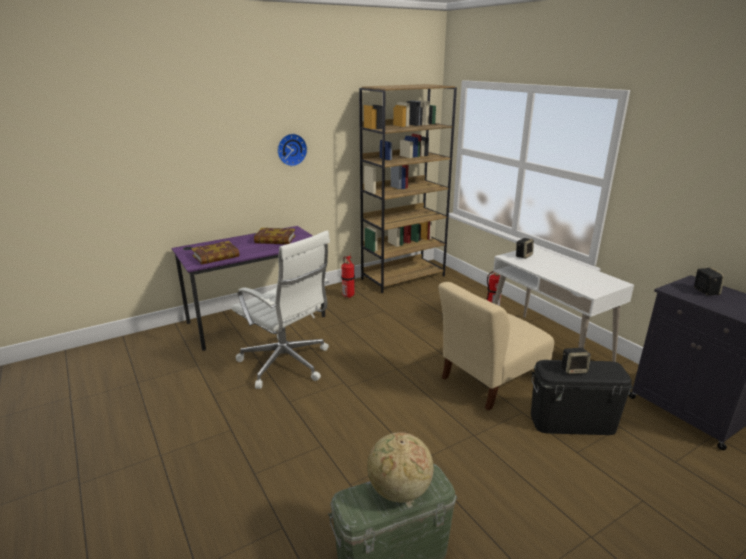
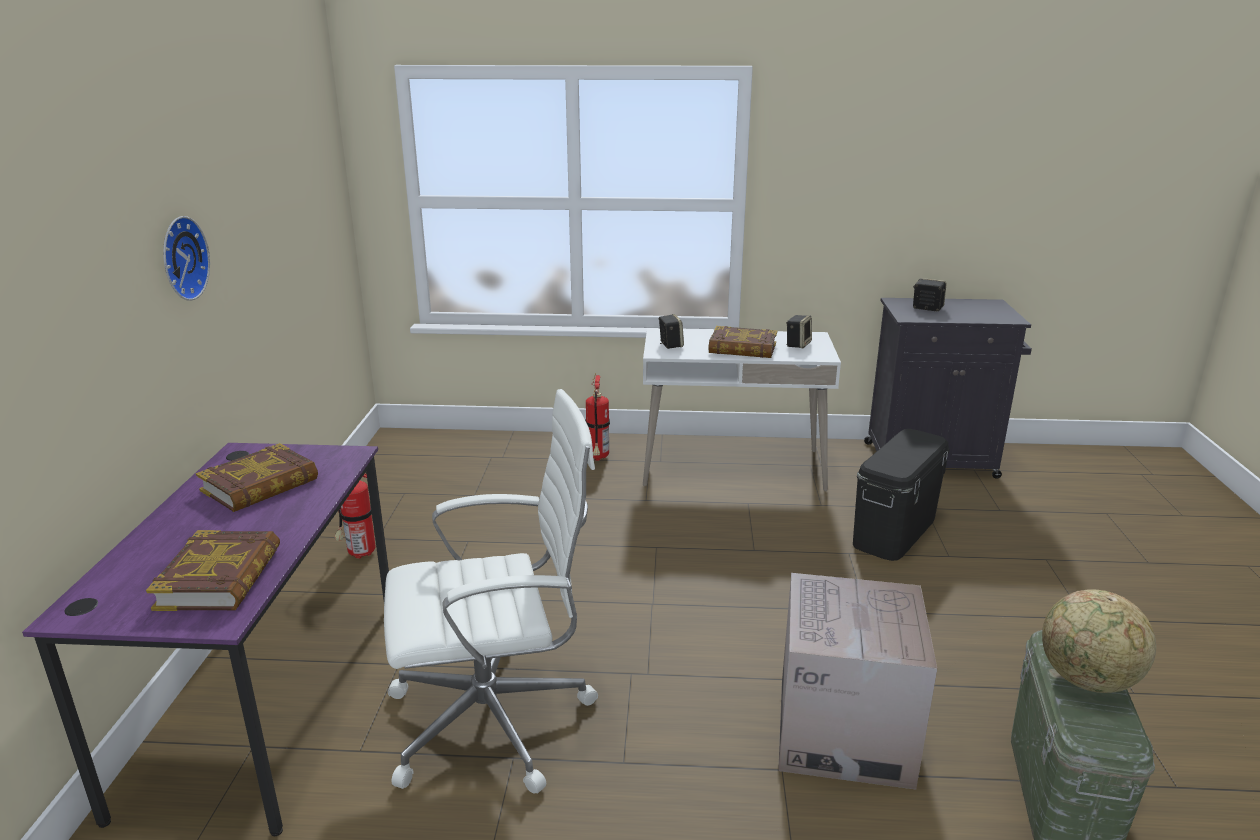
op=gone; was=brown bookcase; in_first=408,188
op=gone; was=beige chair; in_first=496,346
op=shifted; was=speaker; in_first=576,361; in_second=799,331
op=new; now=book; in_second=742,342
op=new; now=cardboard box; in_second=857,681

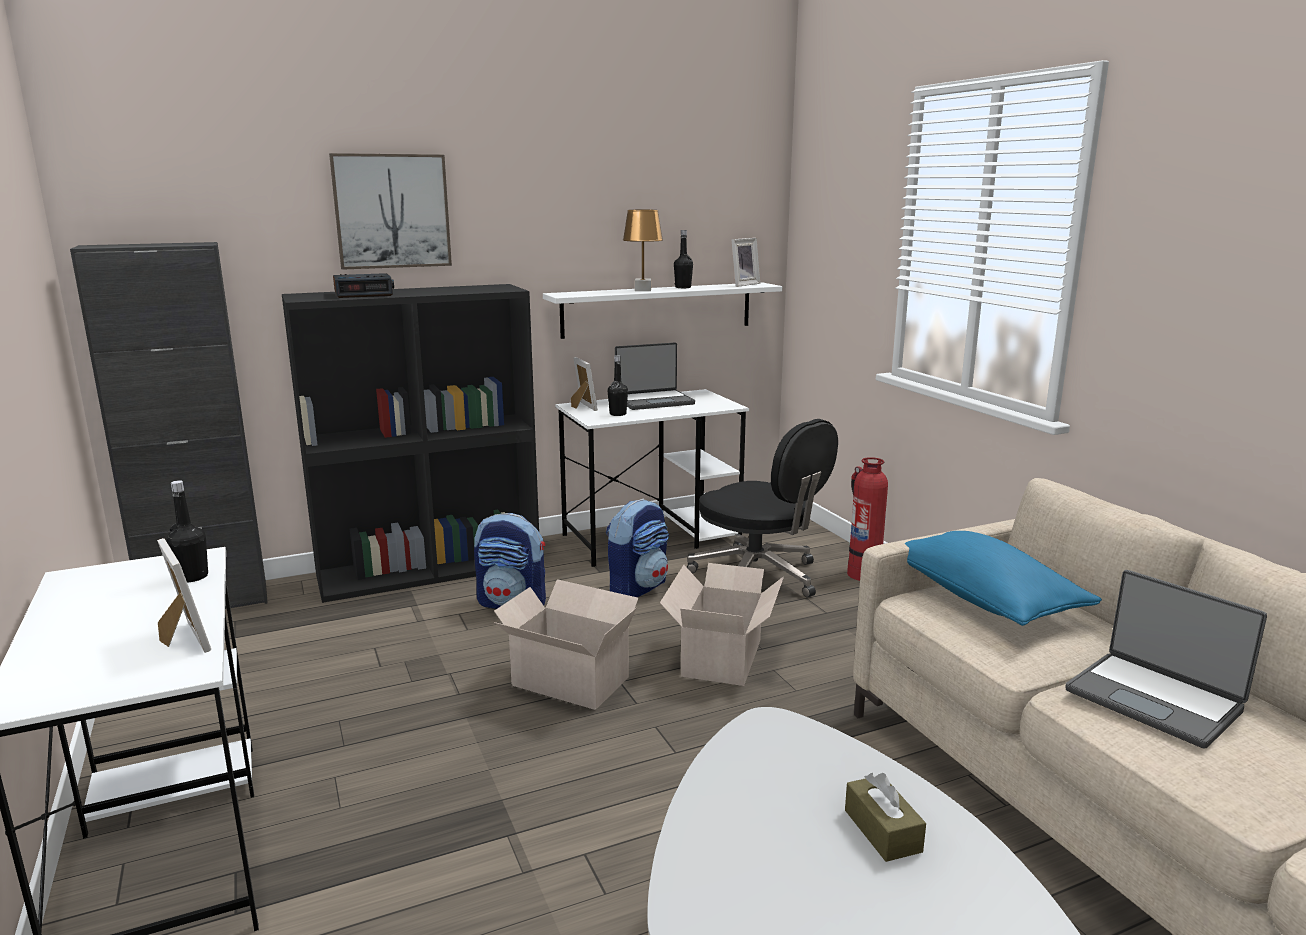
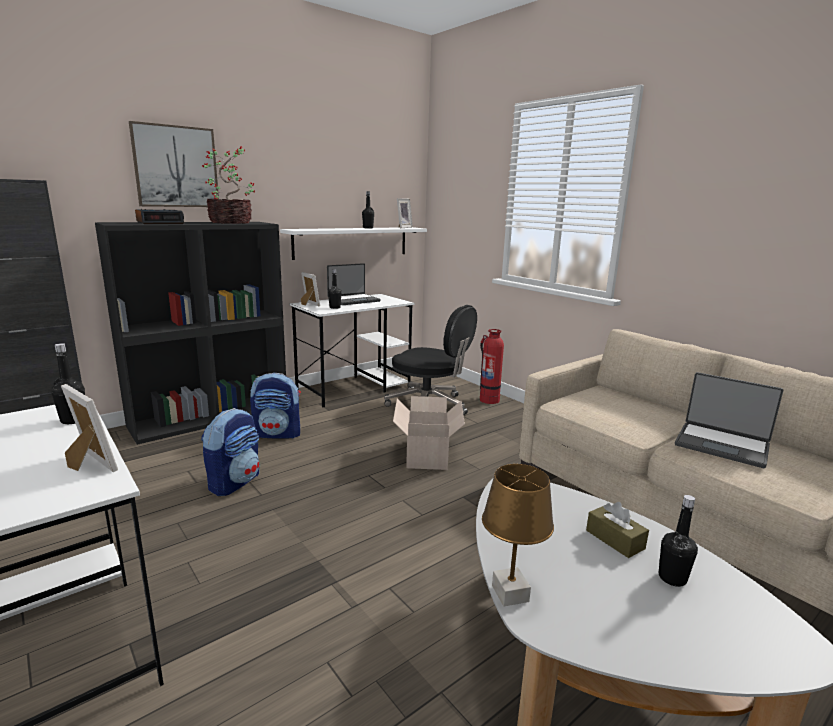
op=gone; was=cardboard box; in_first=566,644
op=shifted; was=backpack; in_first=637,548; in_second=230,452
op=shifted; was=brown table lamp; in_first=643,250; in_second=518,535
op=gone; was=blue pillow; in_first=1003,578
op=new; now=potted plant; in_second=228,185
op=new; now=black bottle; in_second=678,541

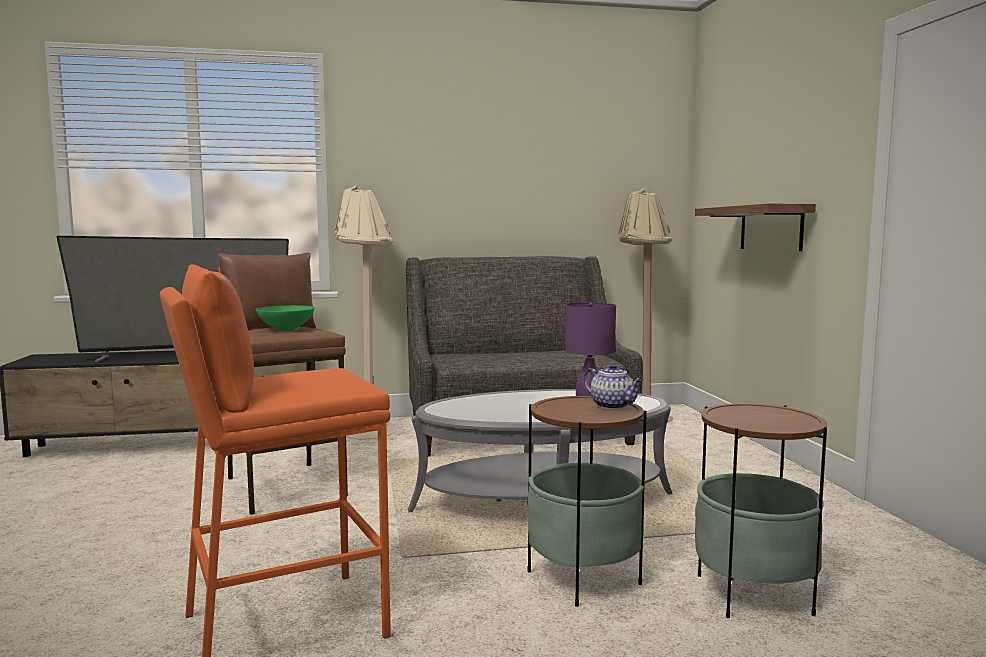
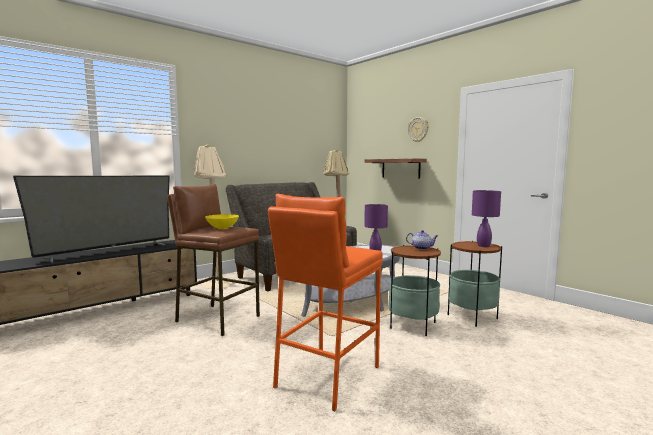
op=repainted; was=green bowl; now=yellow bowl; in_first=285,318; in_second=222,221
op=new; now=wall clock; in_second=418,129
op=new; now=purple table lamp; in_second=486,218

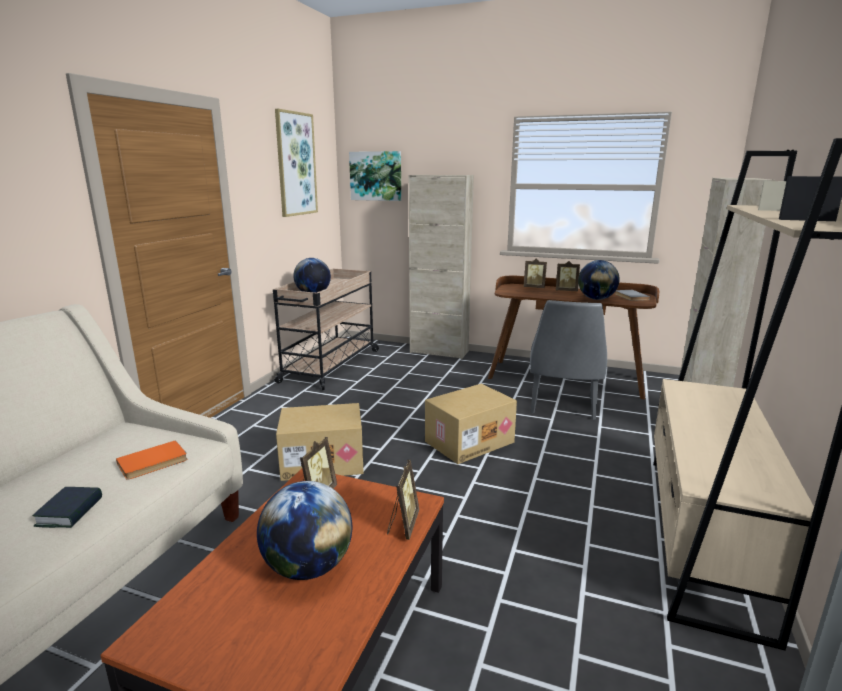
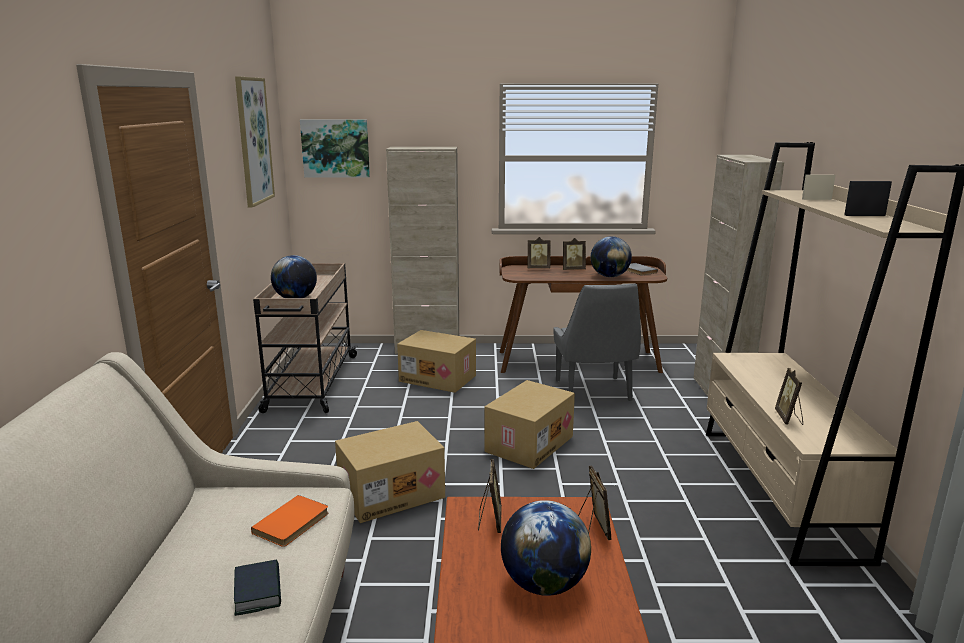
op=new; now=cardboard box; in_second=436,361
op=new; now=picture frame; in_second=789,396

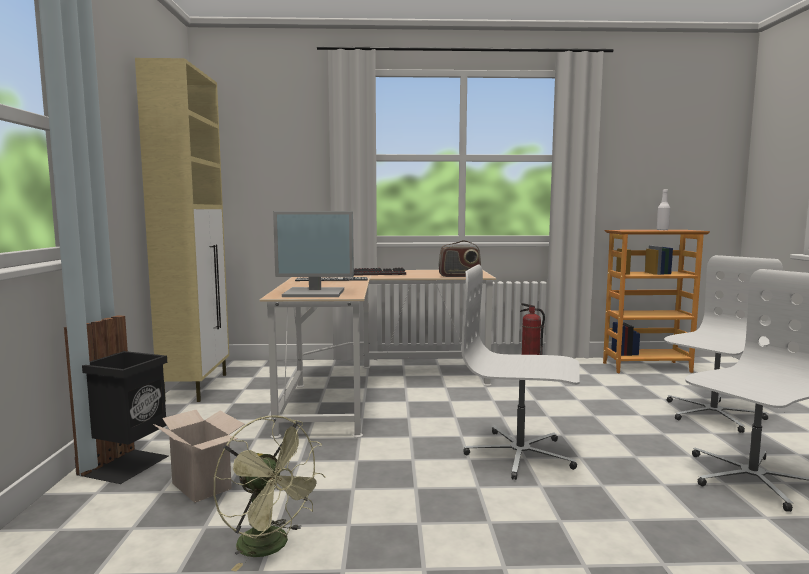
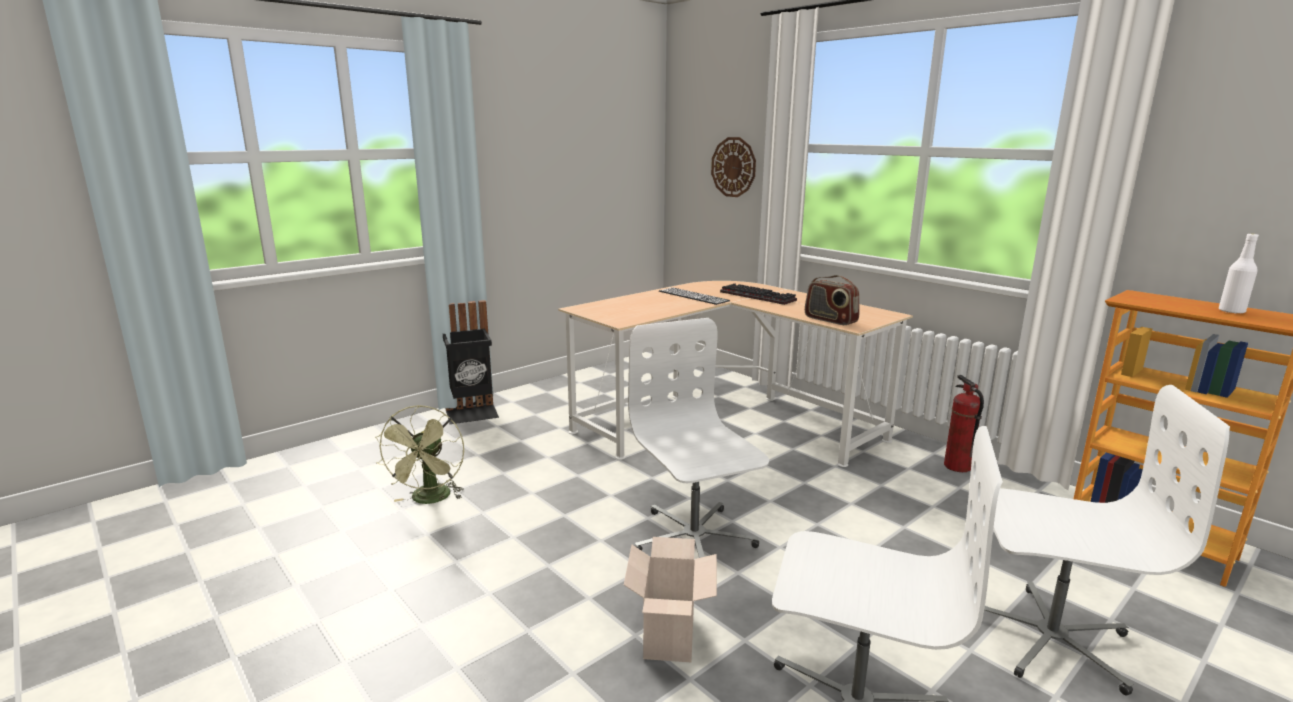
op=gone; was=beige cabinet; in_first=182,230
op=shifted; was=cardboard box; in_first=199,456; in_second=670,599
op=gone; was=monitor; in_first=313,254
op=new; now=wall clock; in_second=733,167

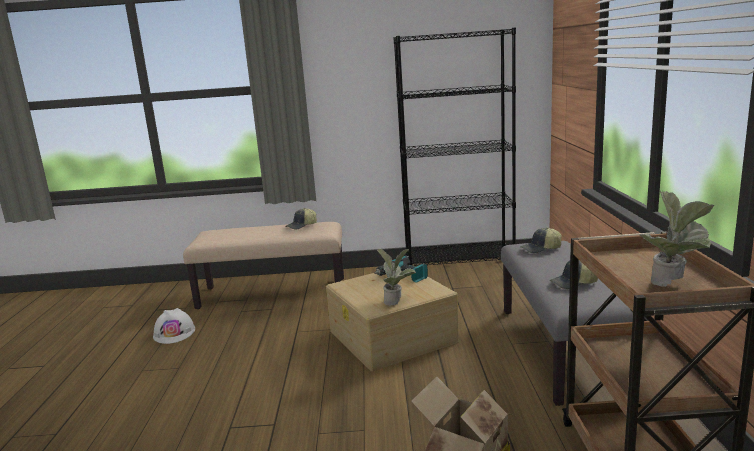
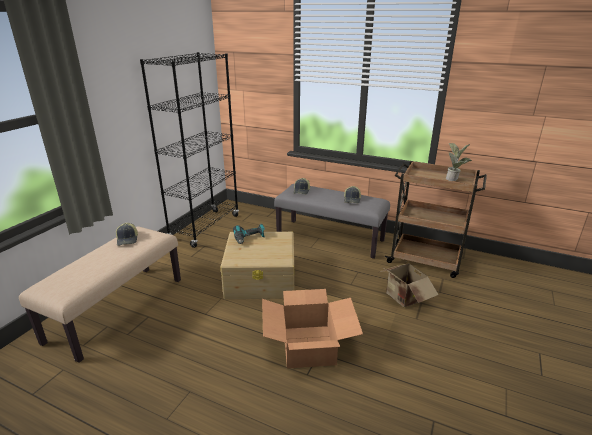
op=gone; was=white hard hat; in_first=174,326
op=gone; was=potted plant; in_first=396,277
op=new; now=cardboard box; in_second=312,329

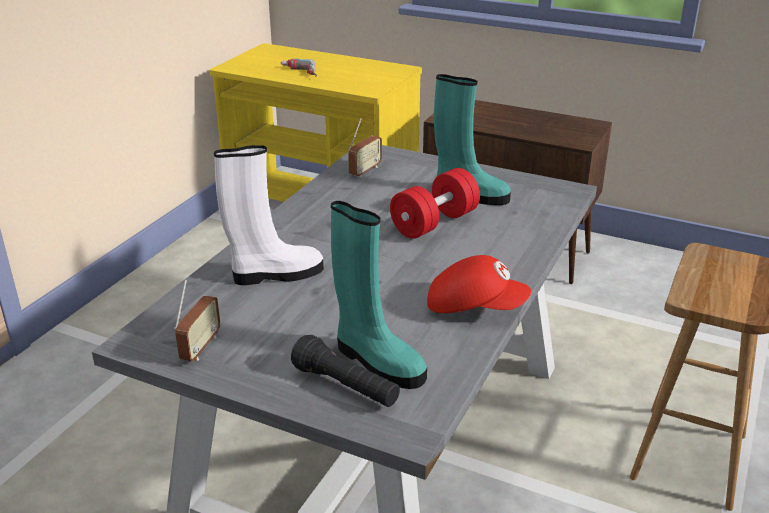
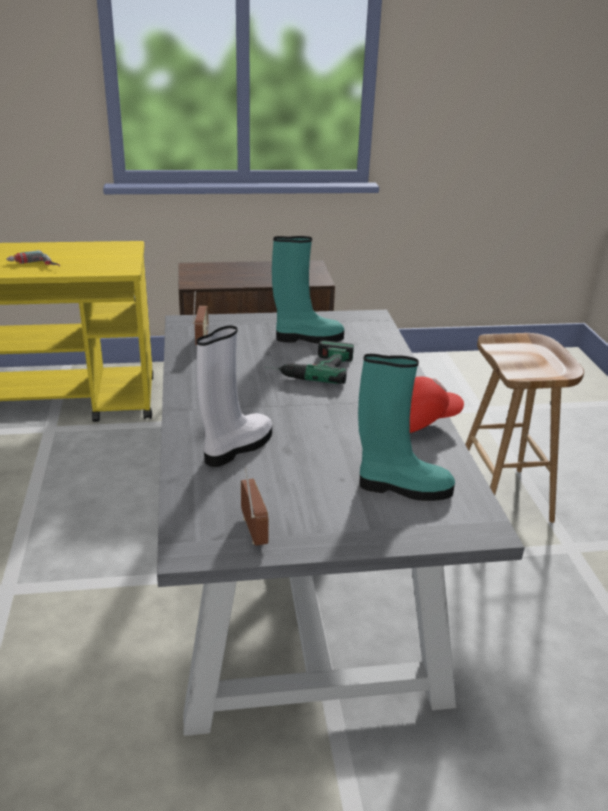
op=gone; was=black flashlight; in_first=345,371
op=swapped; was=red dumbbell; now=power drill; in_first=435,203; in_second=309,362

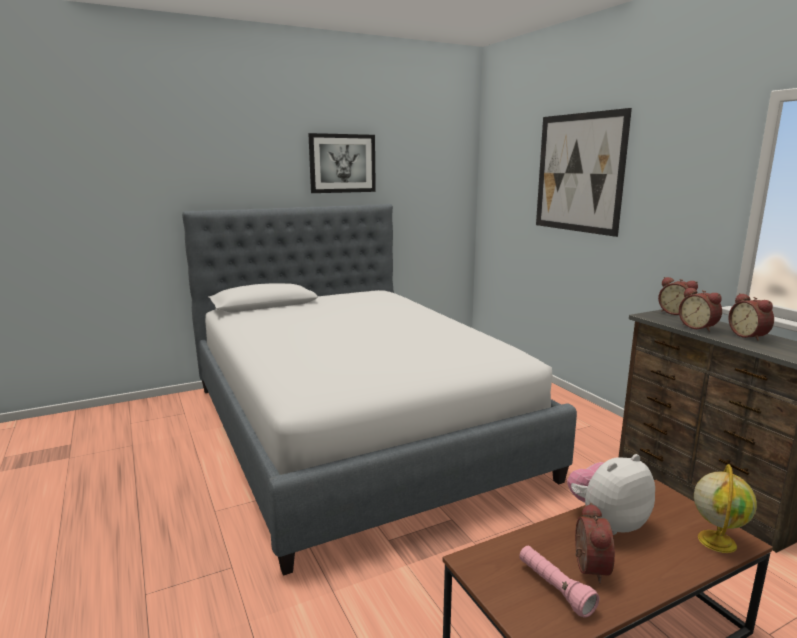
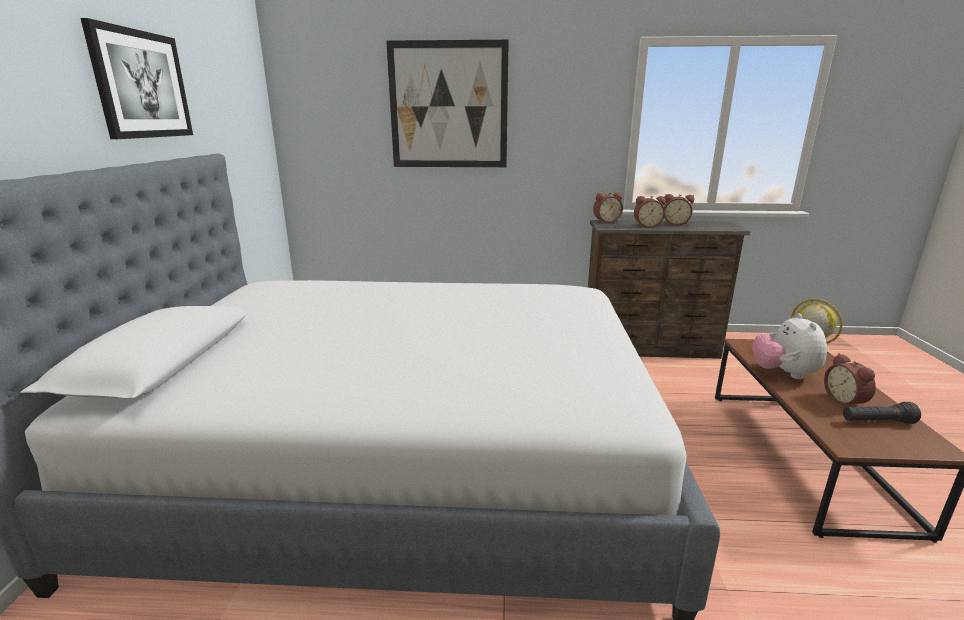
op=repainted; was=pink flashlight; now=black flashlight; in_first=559,582; in_second=882,413
op=rotated; was=alarm clock; in_first=595,543; in_second=850,380; clockwise=-135

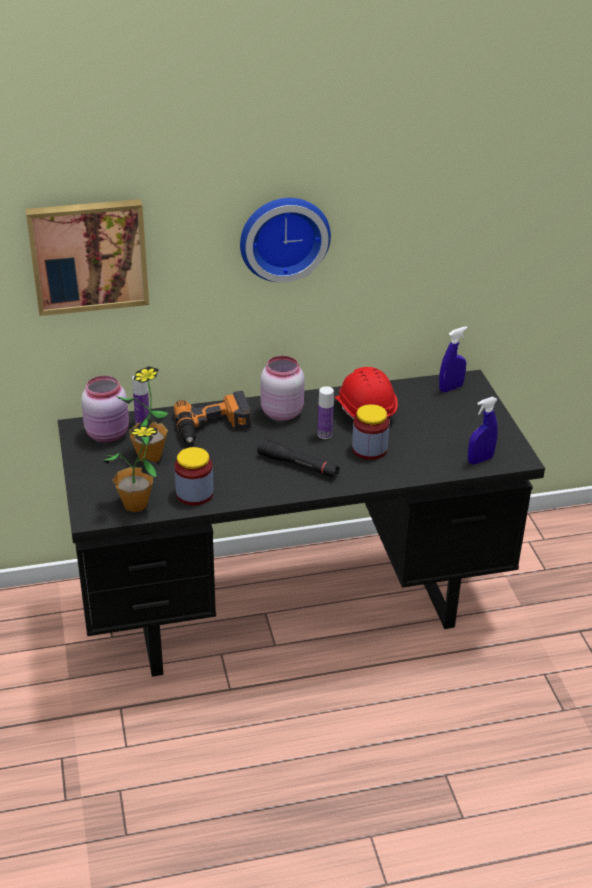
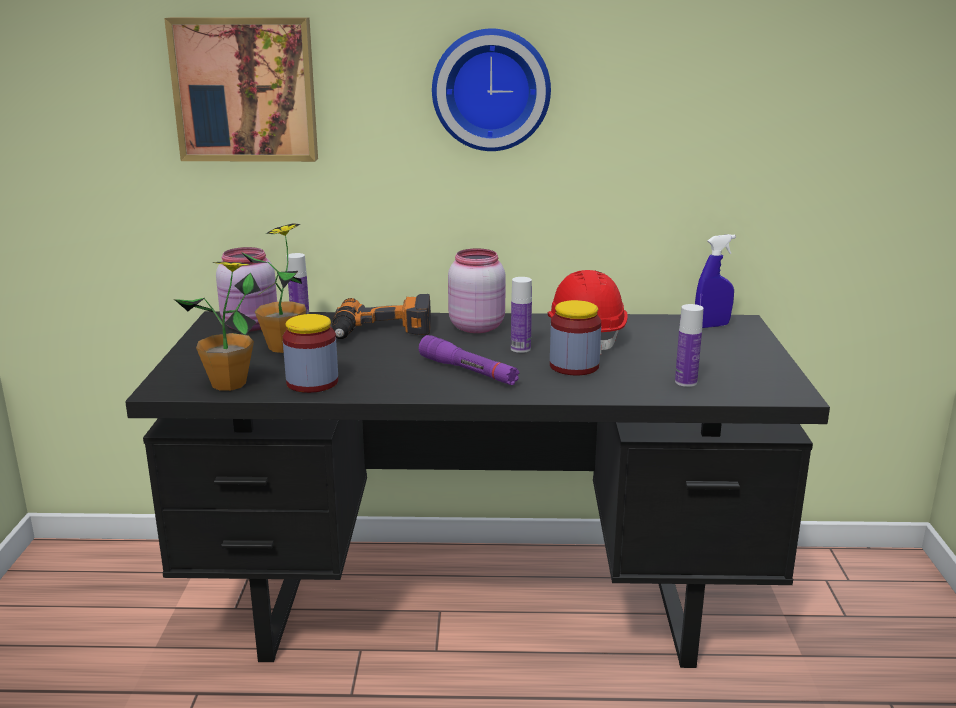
op=repainted; was=black flashlight; now=purple flashlight; in_first=298,458; in_second=469,360
op=gone; was=blue spray bottle; in_first=483,430
op=new; now=bottle; in_second=689,345

